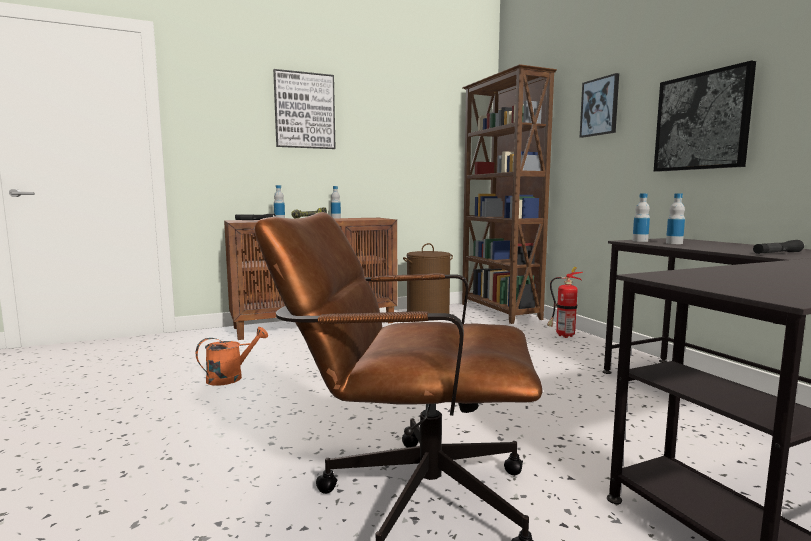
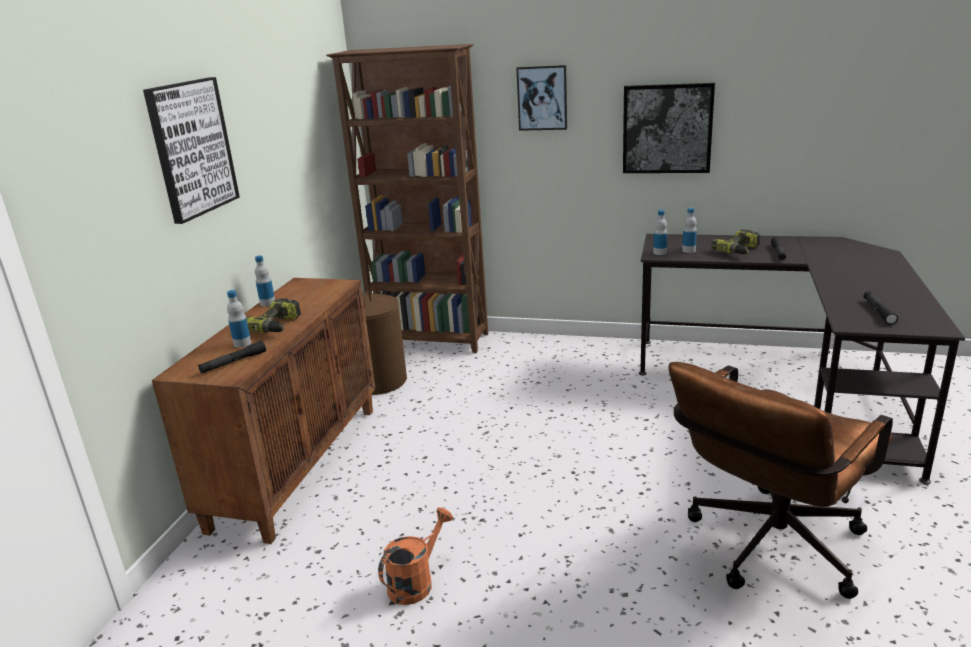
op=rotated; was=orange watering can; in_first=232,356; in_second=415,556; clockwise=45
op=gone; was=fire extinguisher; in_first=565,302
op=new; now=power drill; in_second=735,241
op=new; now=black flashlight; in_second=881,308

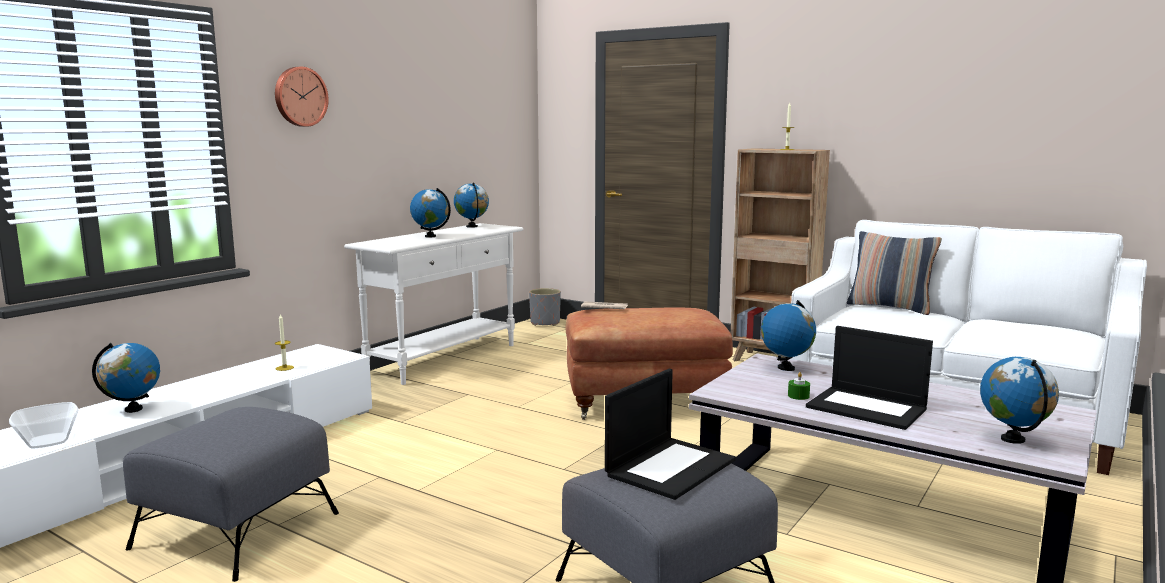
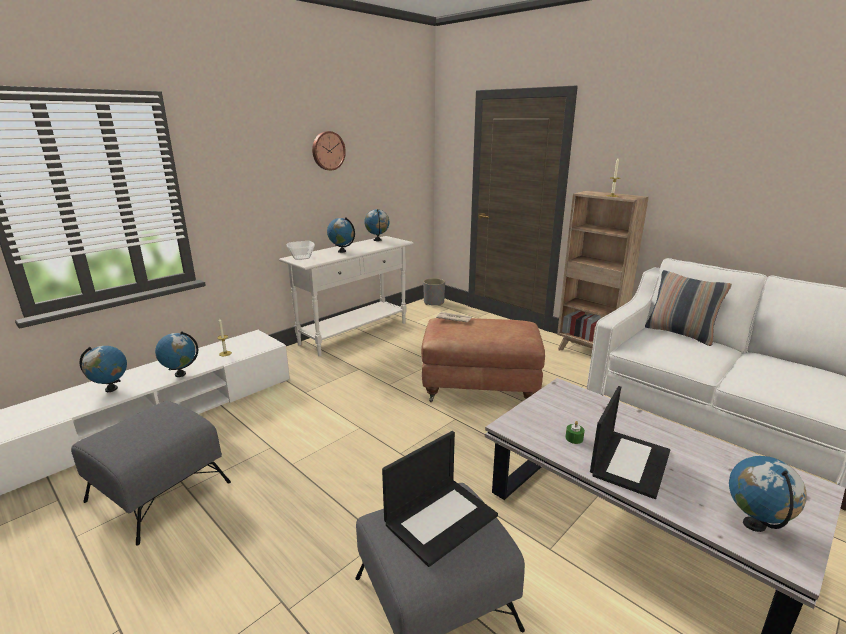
op=shifted; was=bowl; in_first=43,425; in_second=301,250
op=shifted; was=wall clock; in_first=302,97; in_second=329,151
op=shifted; was=globe; in_first=788,335; in_second=176,354
op=rotated; was=laptop; in_first=869,378; in_second=630,442; clockwise=-105

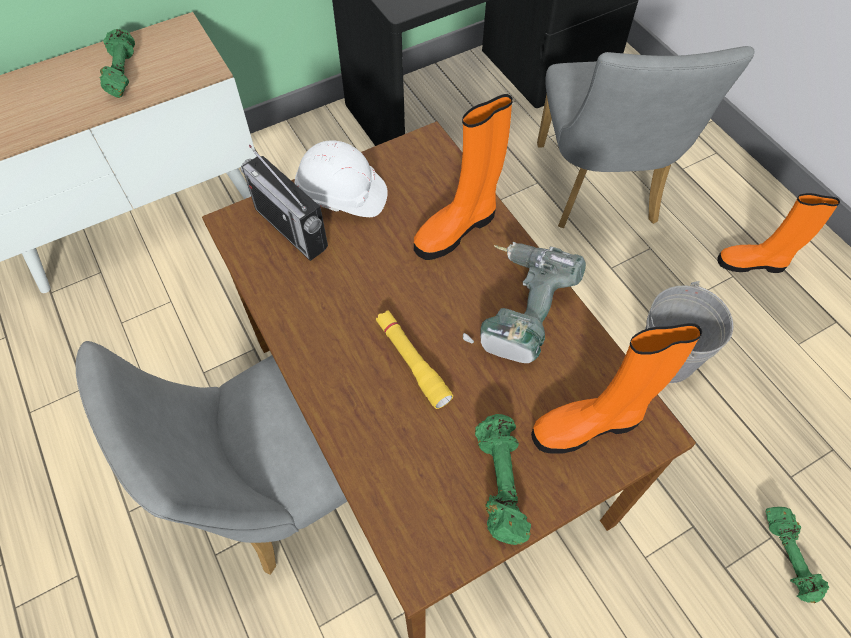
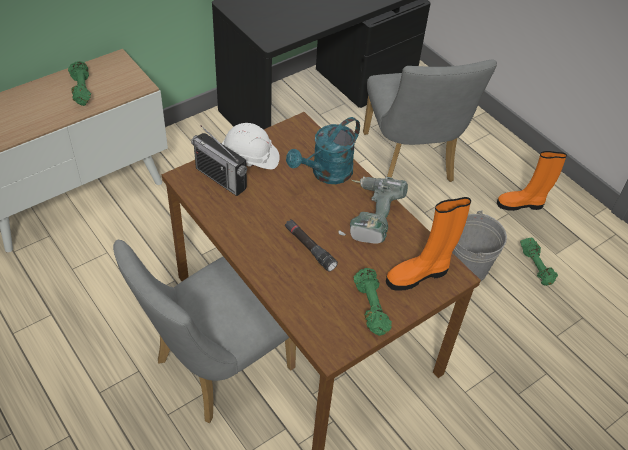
op=repainted; was=yellow flashlight; now=black flashlight; in_first=414,359; in_second=311,245
op=swapped; was=orange boot; now=turquoise watering can; in_first=463,177; in_second=323,150
op=shifted; was=green dumbbell; in_first=797,555; in_second=539,262

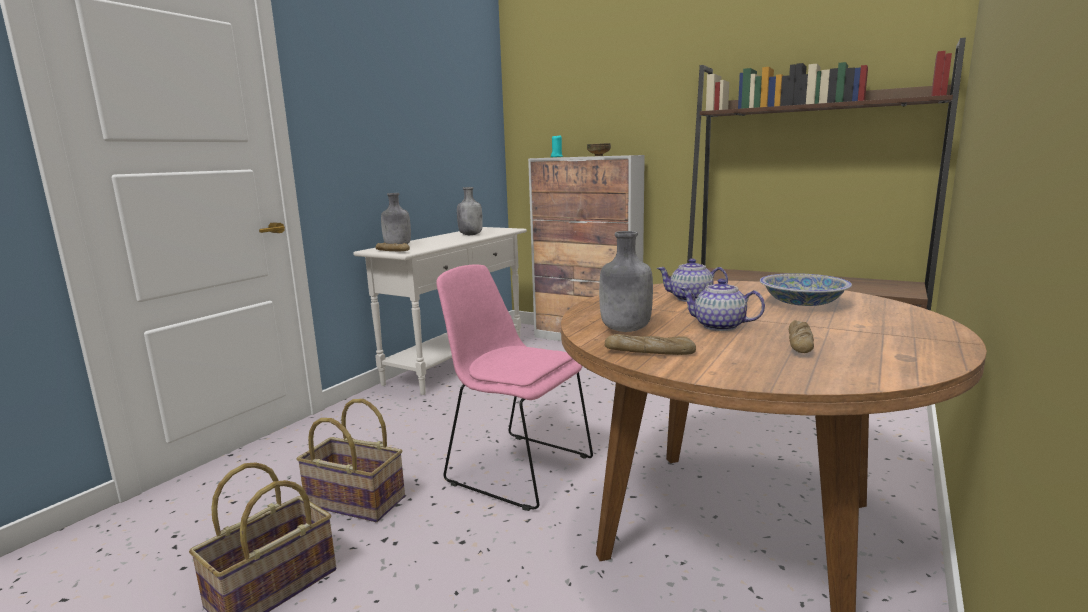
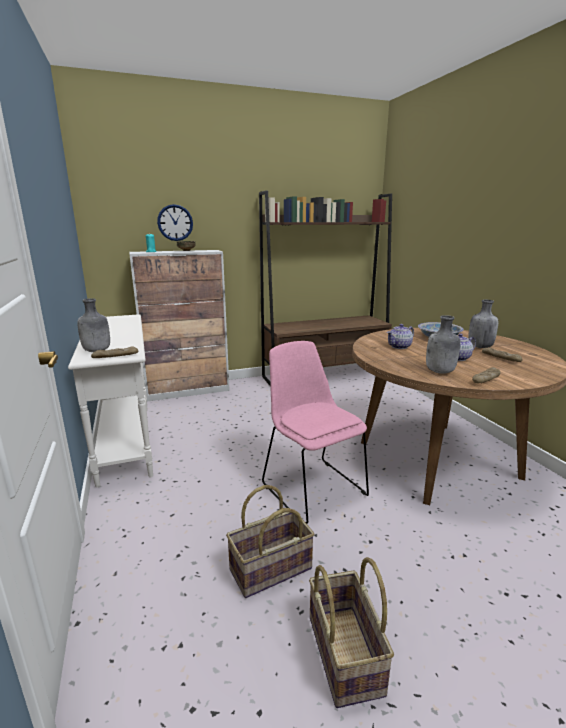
op=rotated; was=pink chair; in_first=515,387; in_second=315,432; clockwise=75
op=shifted; was=grey bottle; in_first=470,211; in_second=483,324
op=new; now=wall clock; in_second=175,222

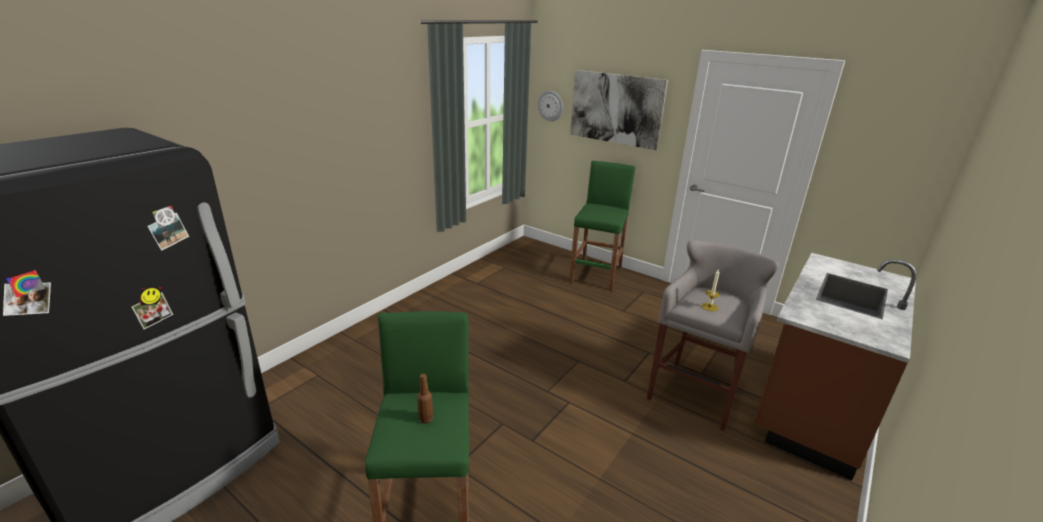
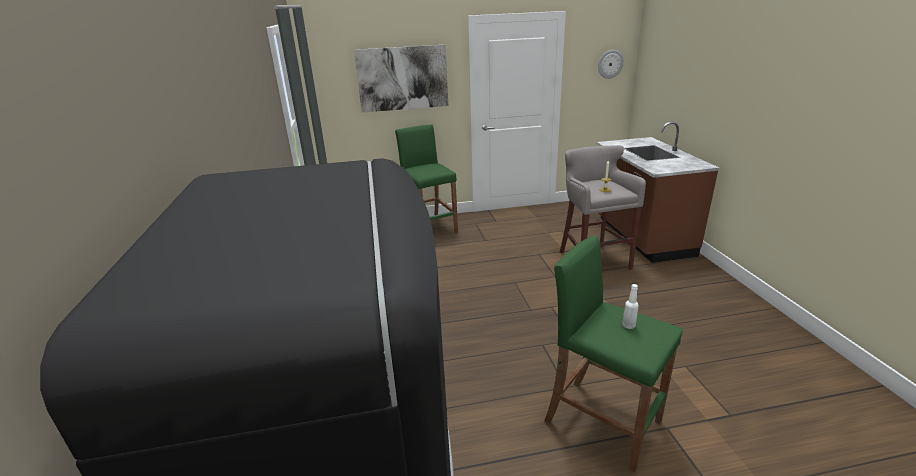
op=repainted; was=brown bottle; now=white bottle; in_first=425,399; in_second=630,306
op=shifted; was=wall clock; in_first=550,106; in_second=611,64

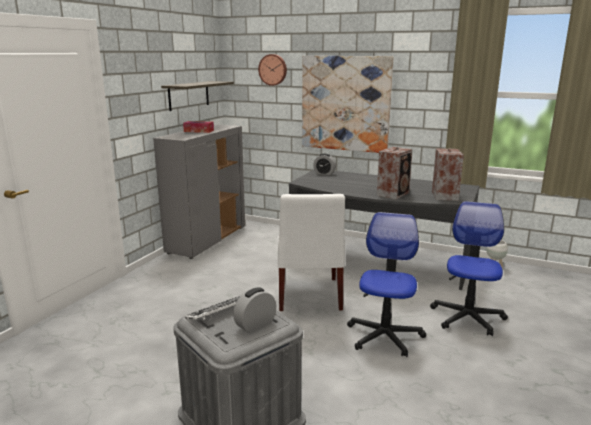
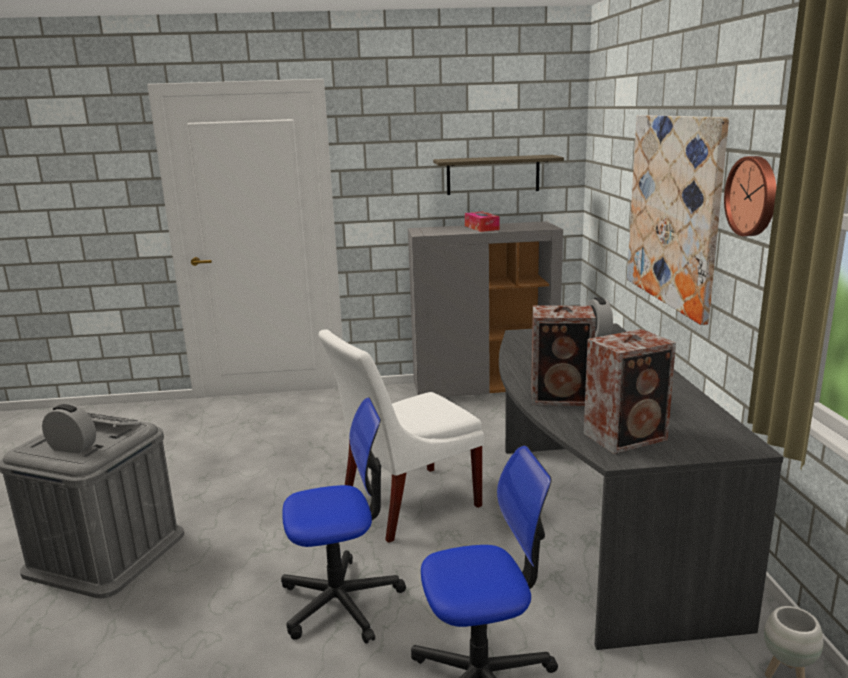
op=shifted; was=wall clock; in_first=272,70; in_second=750,196

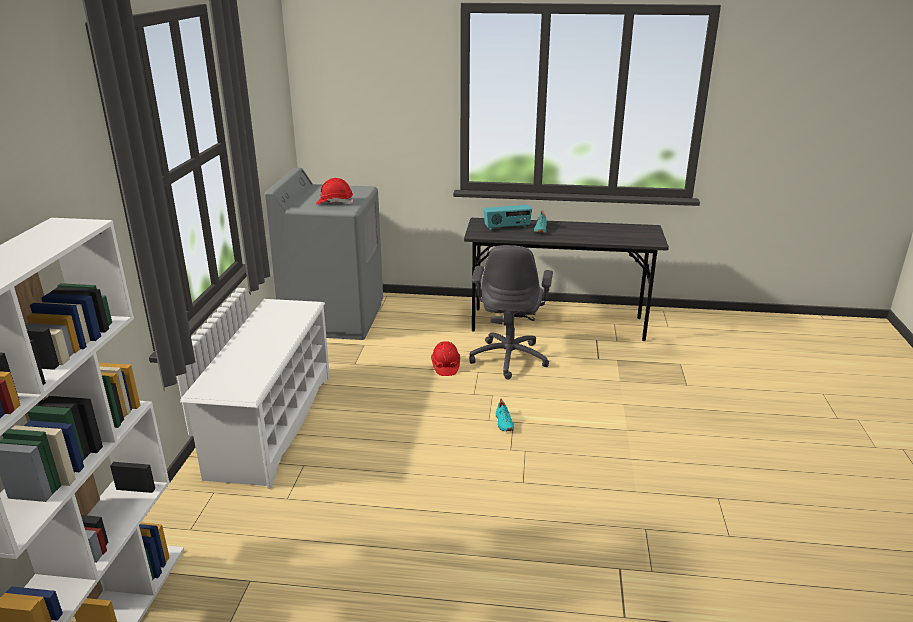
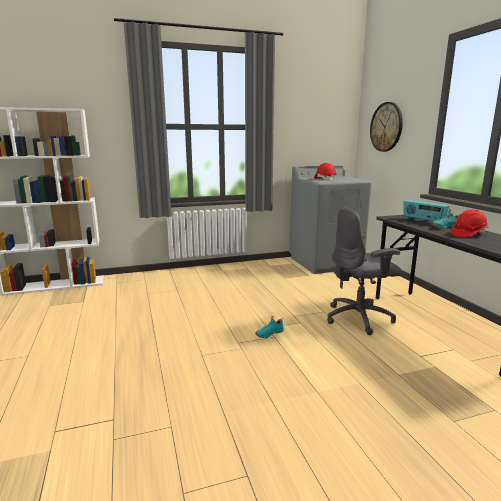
op=gone; was=white shoe rack; in_first=255,394
op=shifted; was=red hard hat; in_first=445,358; in_second=469,223
op=new; now=wall clock; in_second=386,127

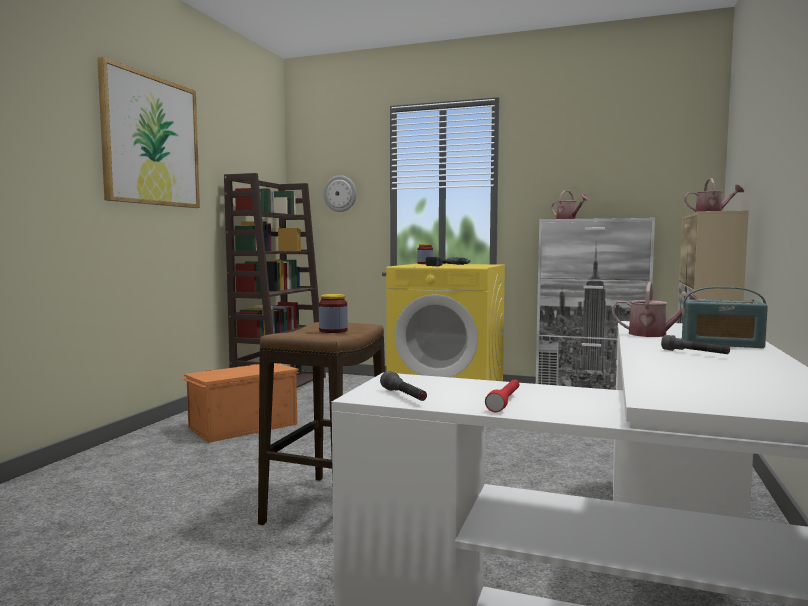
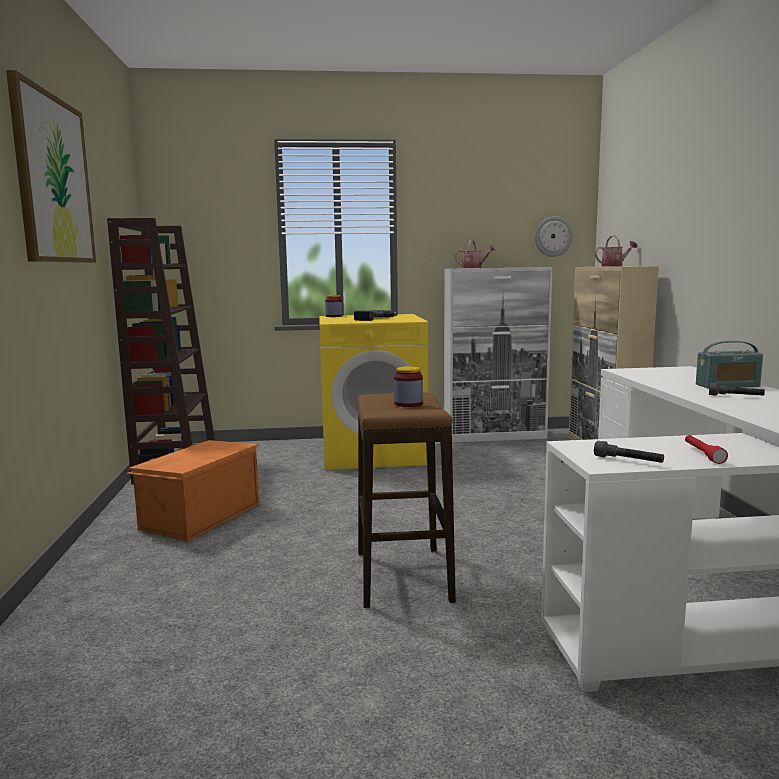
op=shifted; was=wall clock; in_first=339,193; in_second=554,236
op=gone; was=watering can; in_first=655,309

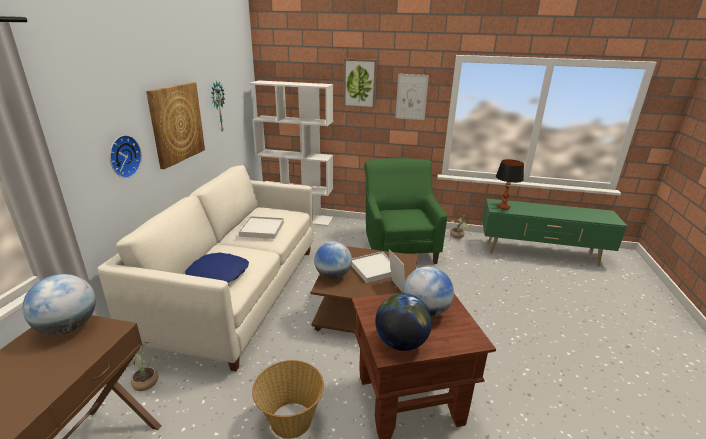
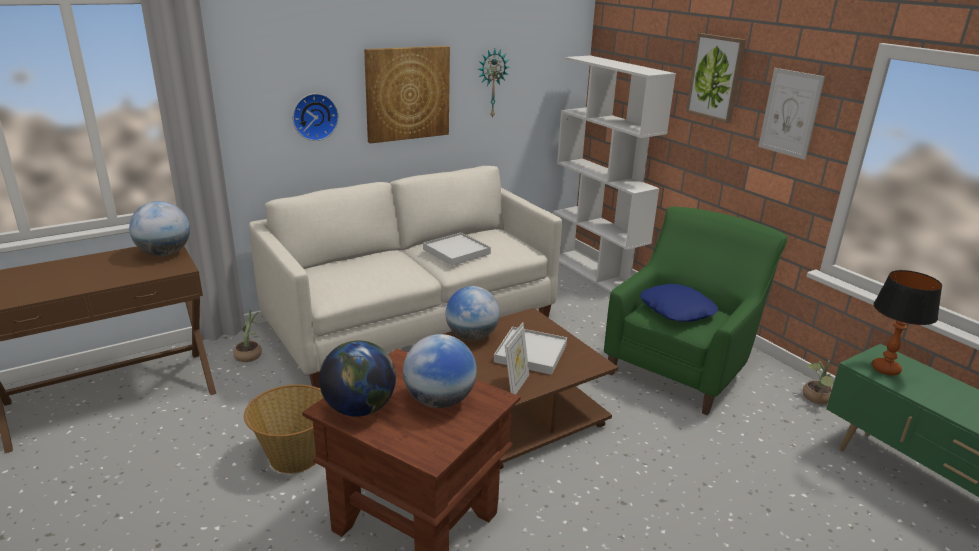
op=shifted; was=blue pillow; in_first=217,268; in_second=679,303

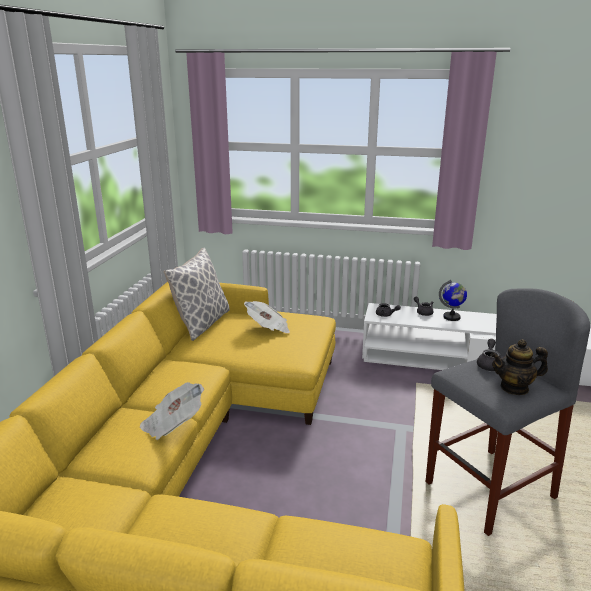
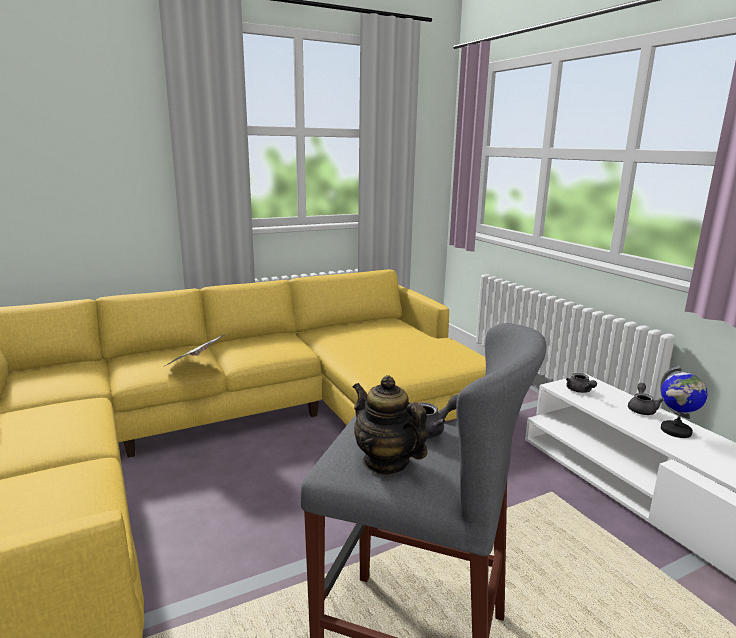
op=gone; was=pillow; in_first=196,294
op=gone; was=newspaper; in_first=267,317

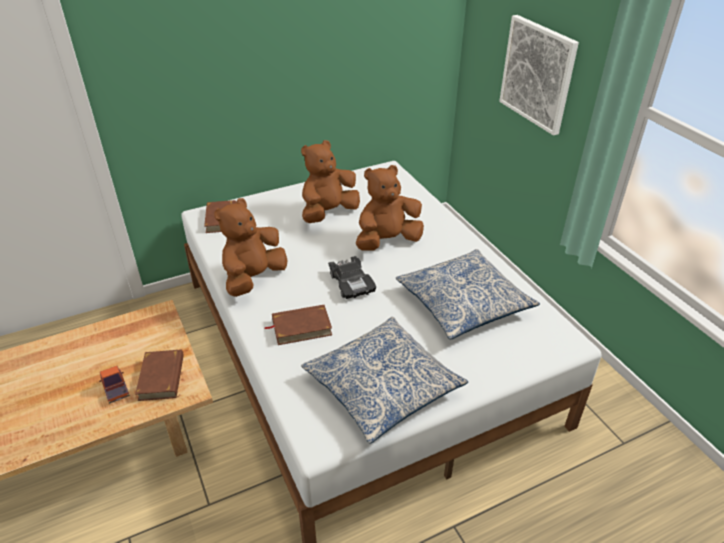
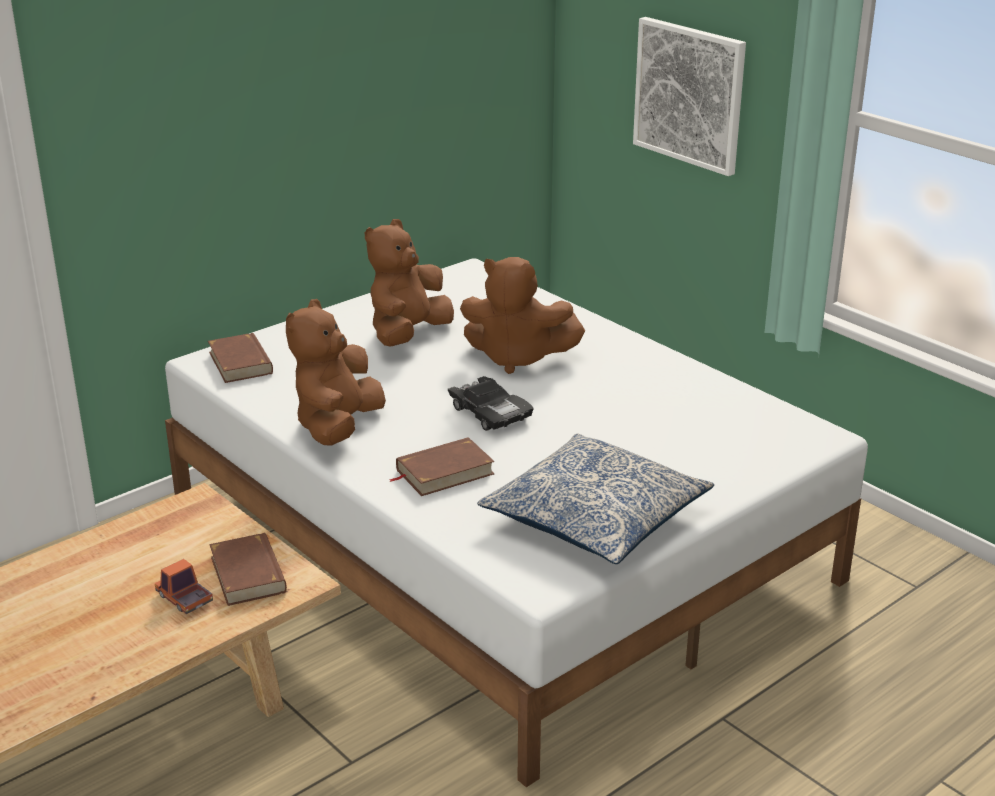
op=rotated; was=brown plush toy; in_first=390,207; in_second=522,315; clockwise=-120
op=gone; was=pillow; in_first=468,294

